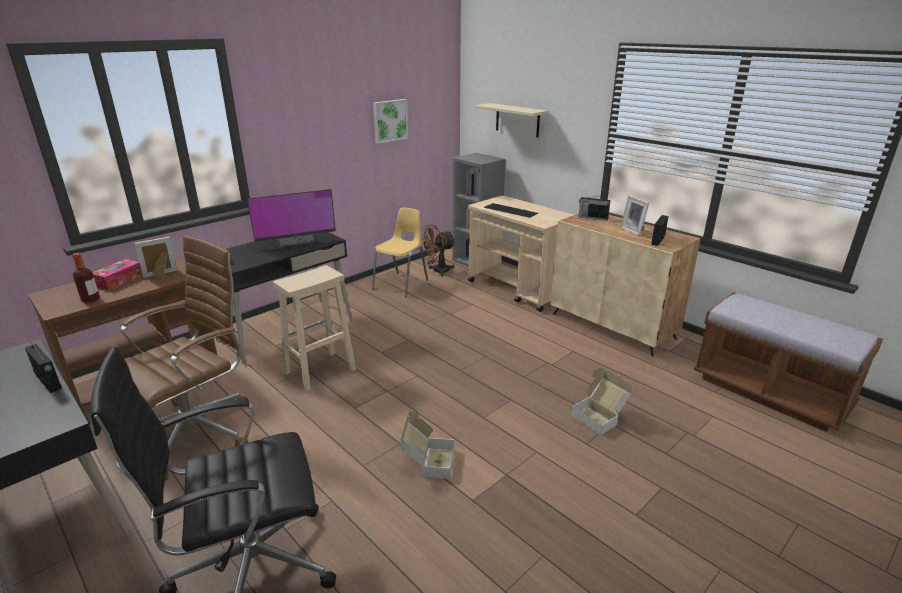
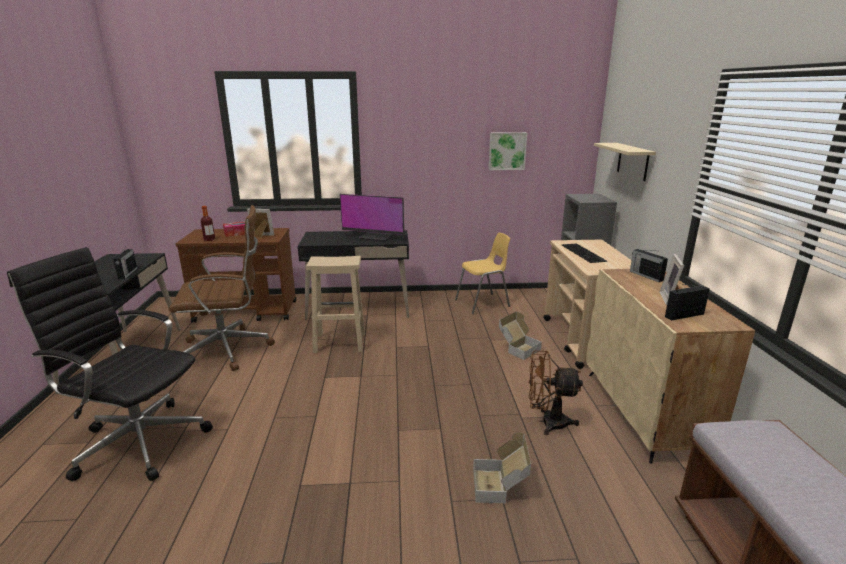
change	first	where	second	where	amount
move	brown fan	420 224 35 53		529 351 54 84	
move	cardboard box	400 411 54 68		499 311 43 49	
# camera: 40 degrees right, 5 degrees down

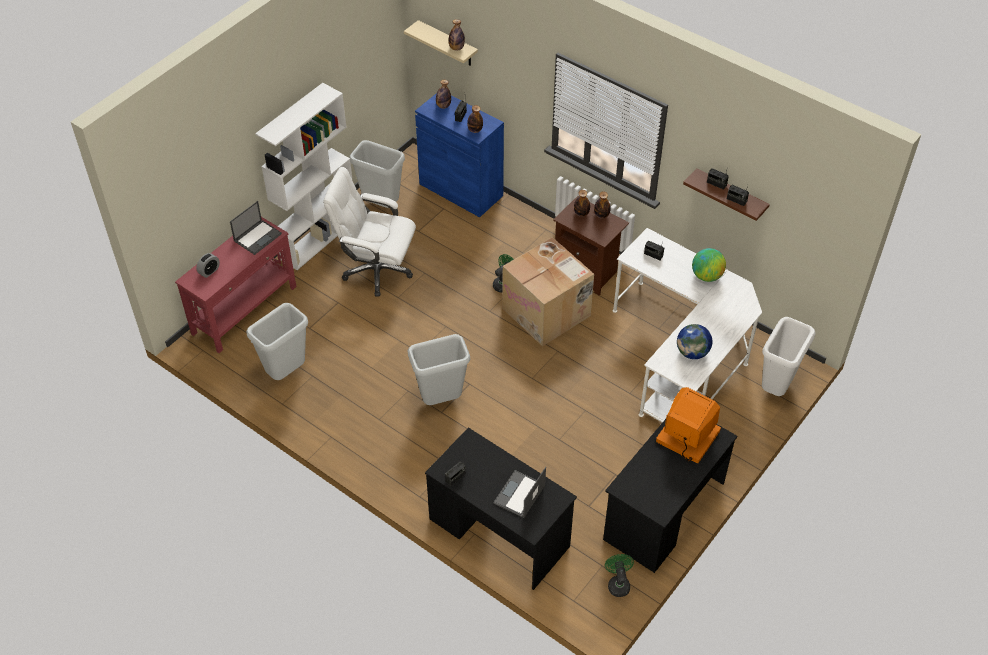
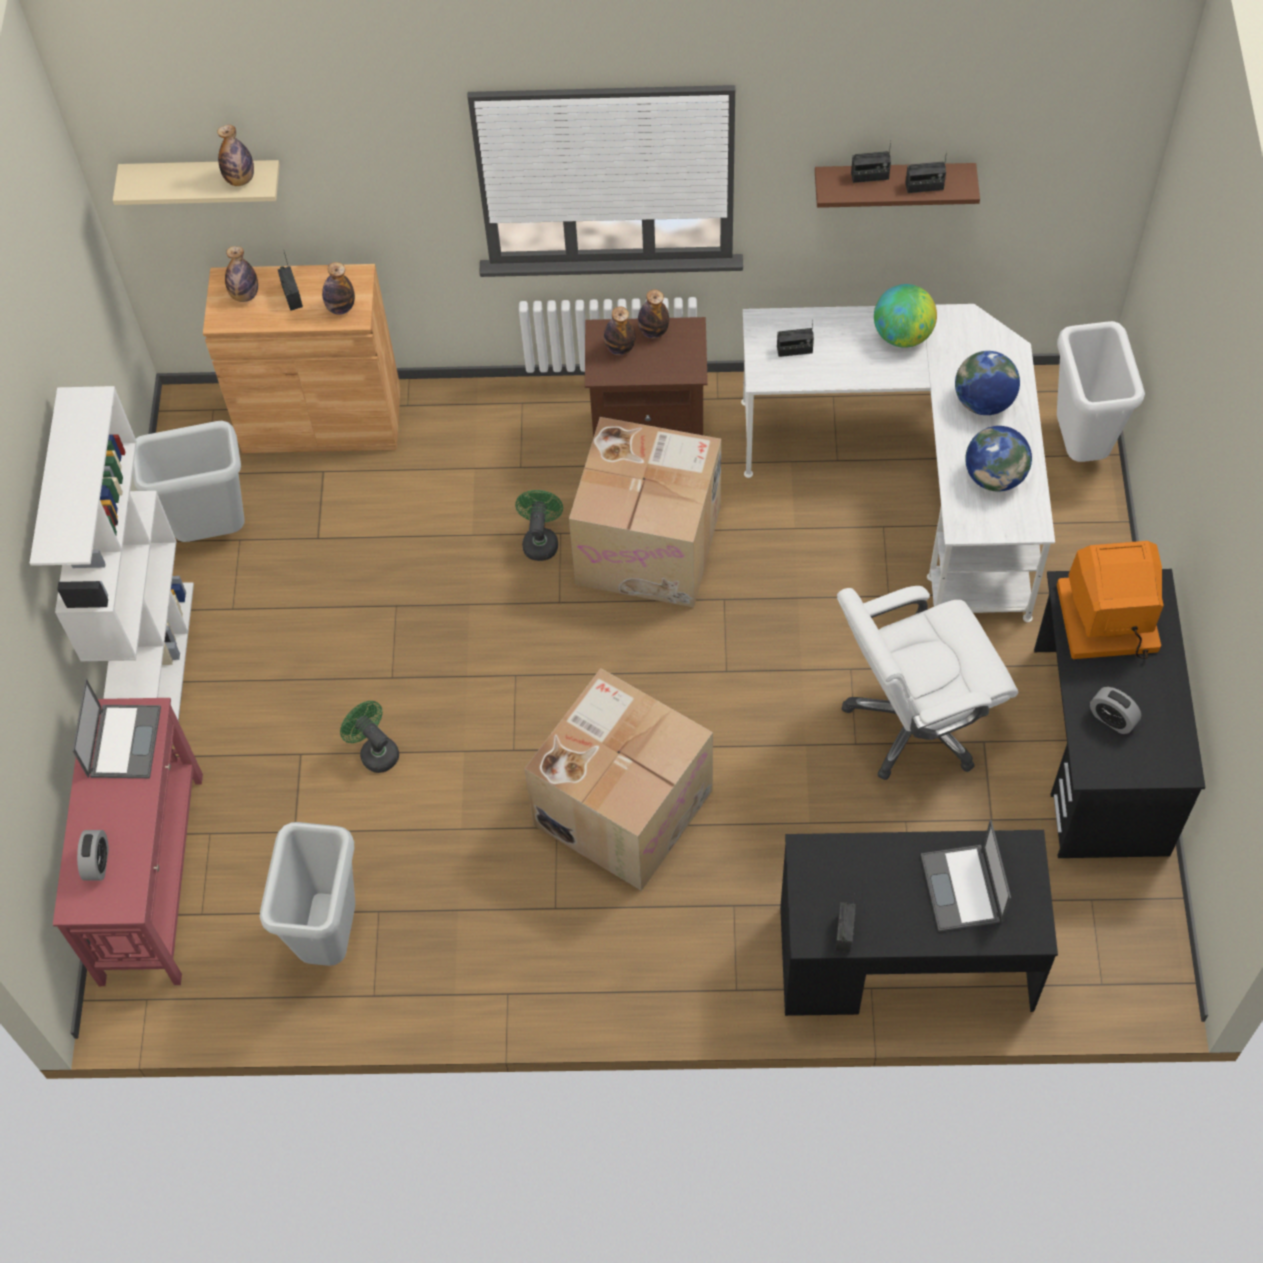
change	first	where	second	where	amount
recolor	blue cabinet	415 93 89 124	brown cabinet	203 264 197 189	
move	white office chair	323 167 93 130		837 586 181 194	
replace	grey trash can	408 334 62 71	cardboard box	524 668 189 223	
move	green fan	605 554 29 43		340 701 59 72	
insert			globe	955 351 65 64	
insert			alarm clock	1090 687 51 47	
# camera: 35 degrees left, 10 degrees up

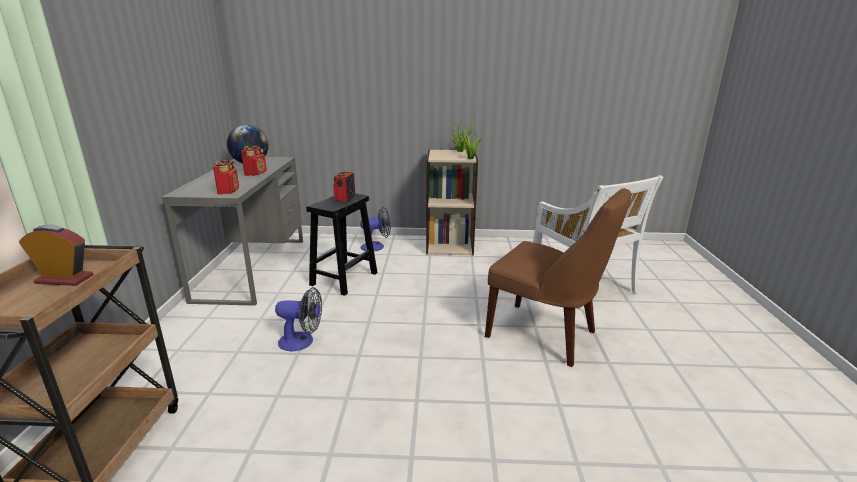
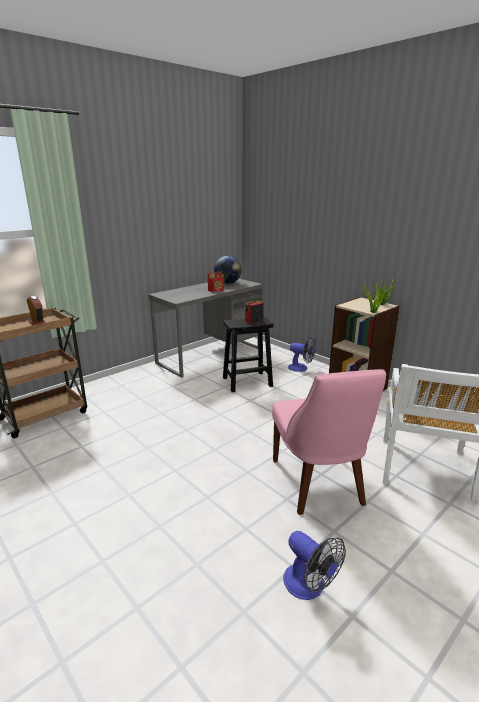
change	first	where	second	where	amount
delete	radio	213 159 26 36			
recolor	brown chair	485 188 146 179	pink chair	272 369 114 146	
move	fan	275 287 47 65		283 531 63 69	
# camera: 45 degrees right, 0 degrees up

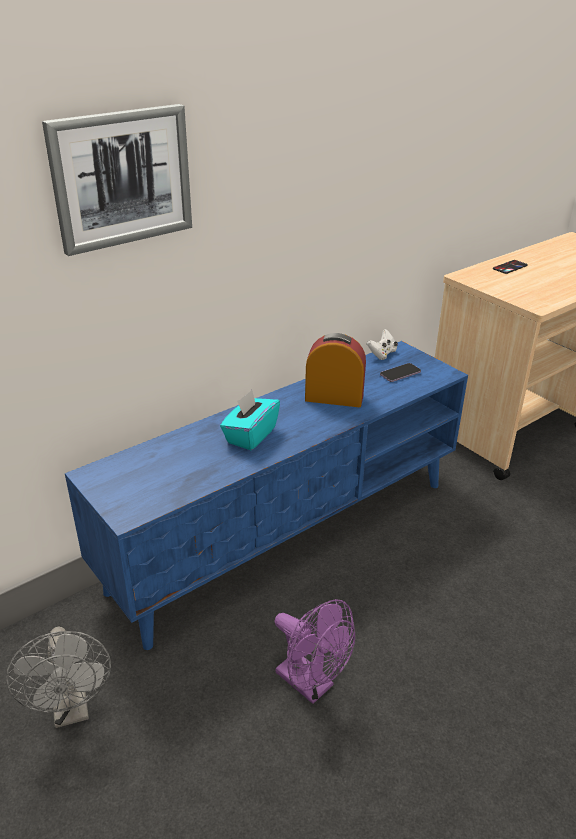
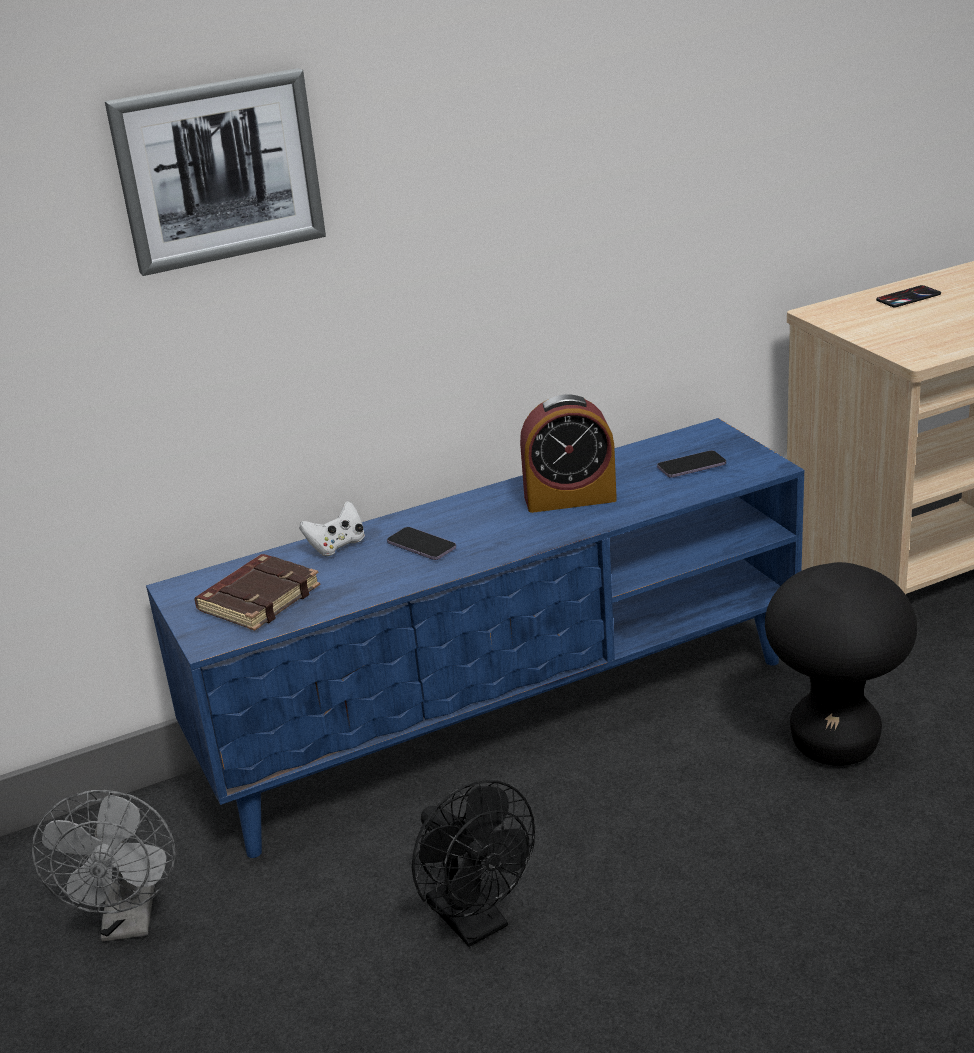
change	first	where	second	where	amount
move	white game controller	367 329 31 31		299 501 66 55	
rotate	alarm clock	305 333 61 74		520 394 97 119	150 degrees clockwise
replace	turquoise tissue box	220 390 60 60	phone	387 527 69 33	
recolor	purple fan	275 599 80 105	black fan	412 780 123 167	
insert			brown book	194 554 126 77	
insert			black stool	765 562 152 204	
# camera: 15 degrees right, 5 degrees down

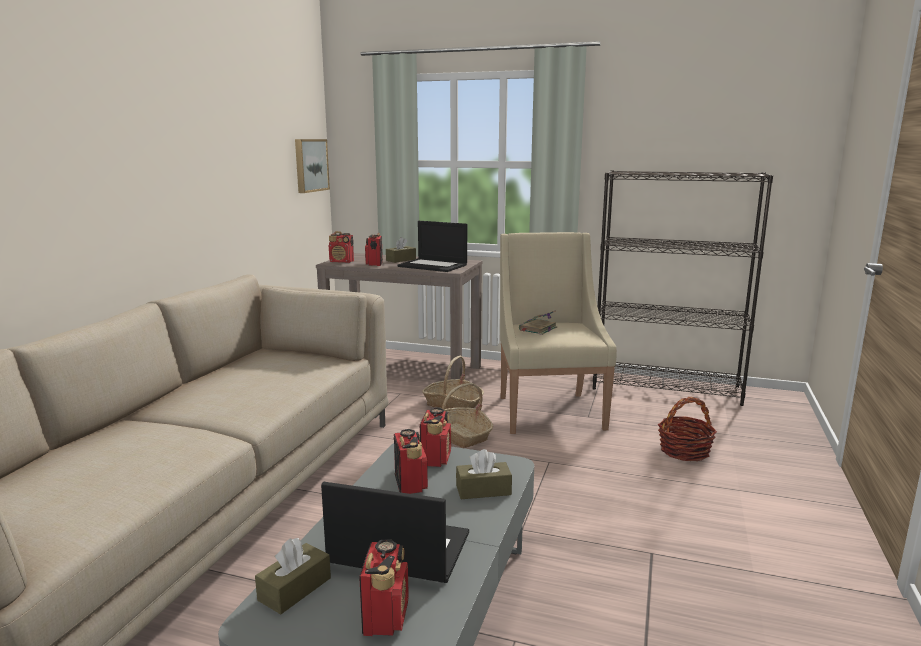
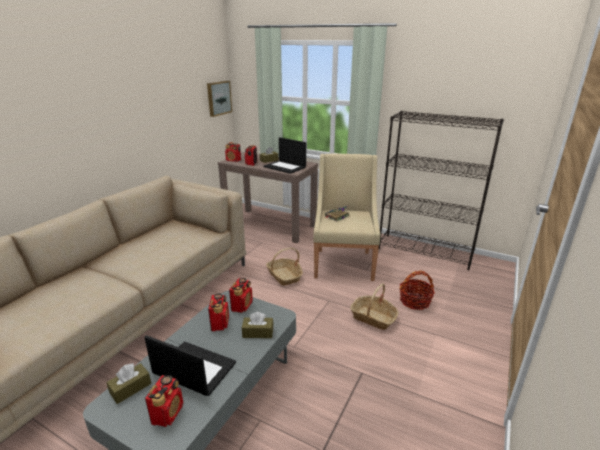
change	first	where	second	where	amount
move	basket	422 356 62 53		350 283 49 47	
# camera: 10 degrees right, 10 degrees up

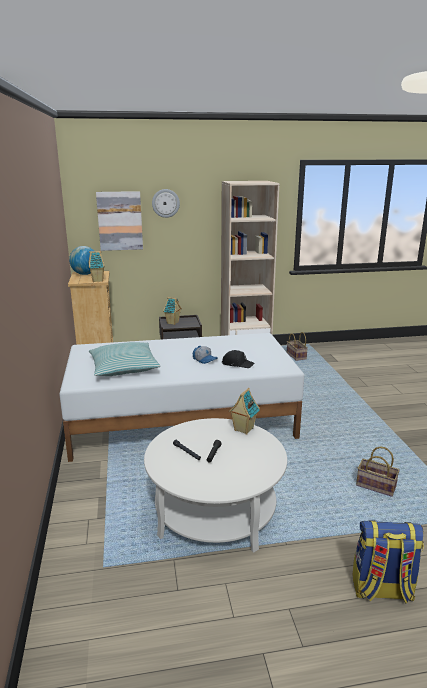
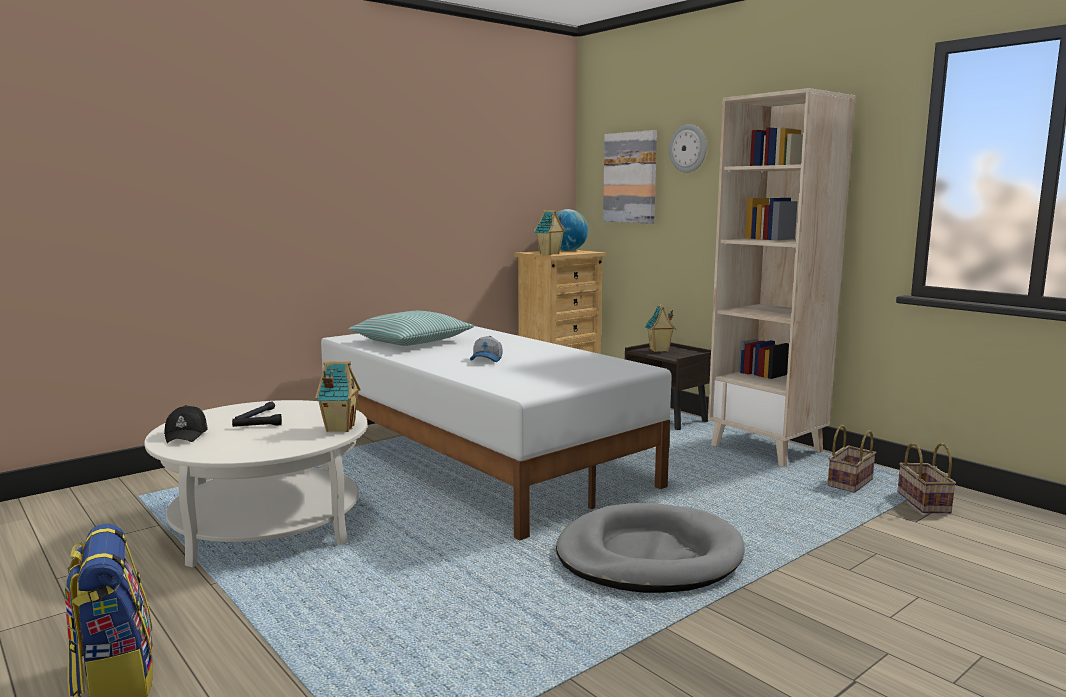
change	first	where	second	where	amount
move	black cap	222 350 32 18		164 405 44 38	
move	basket	356 446 44 51		897 443 59 70	
insert			grey dog bed	556 503 189 90	
# camera: 60 degrees right, 10 degrees down

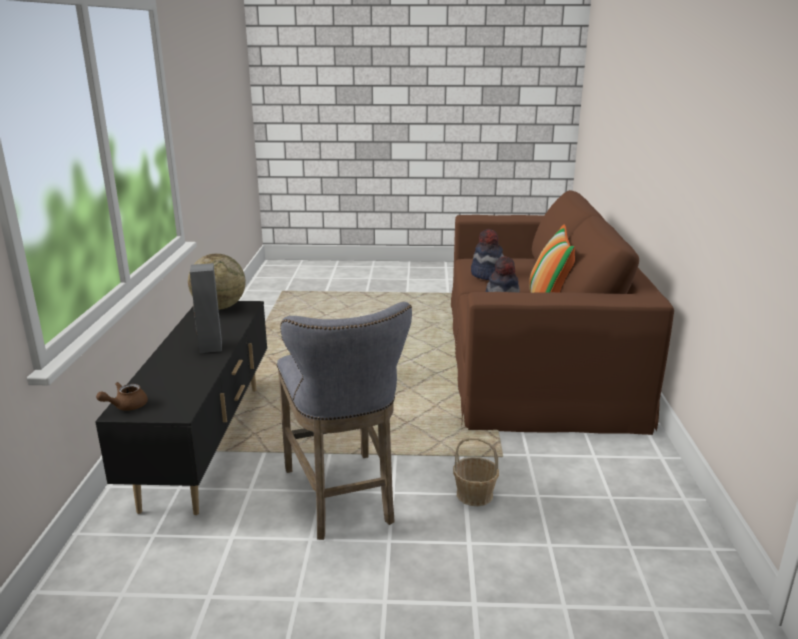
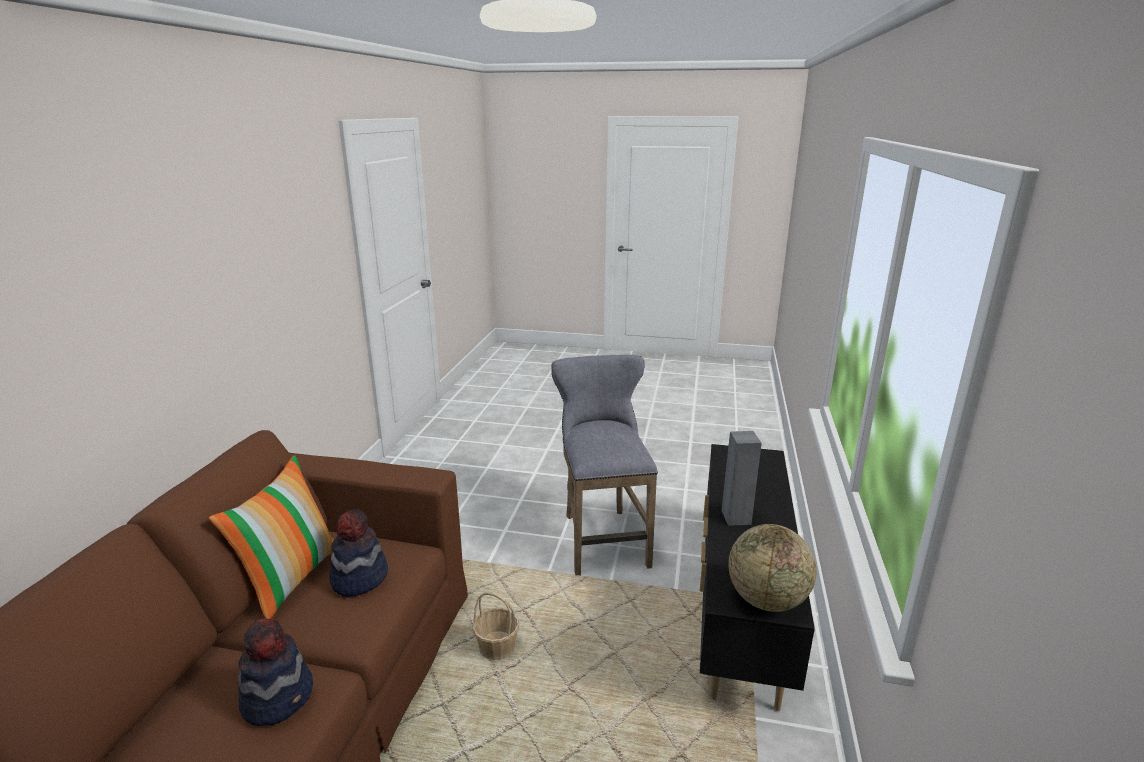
change	first	where	second	where	amount
delete	brown teapot	96 382 52 29			
move	basket	453 437 46 69		472 592 47 68	
# camera: 170 degrees left, 0 degrees up

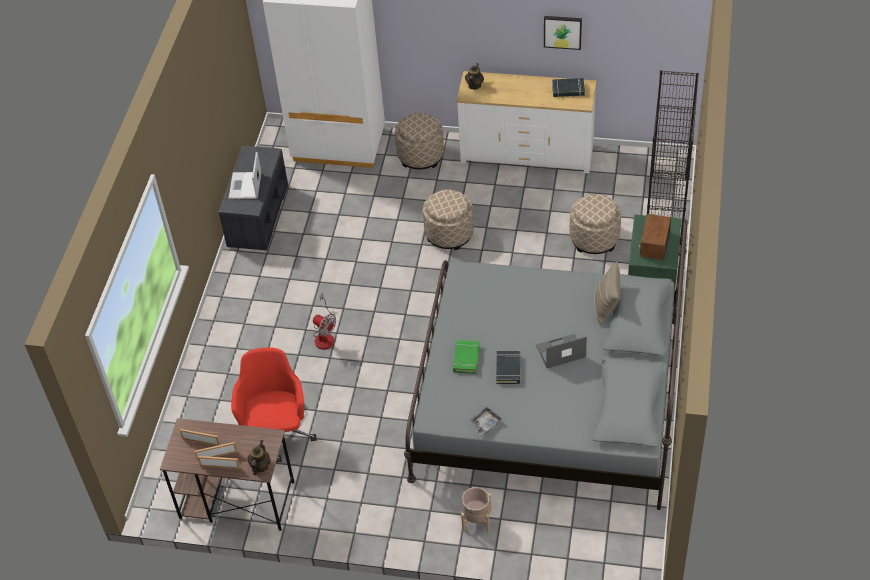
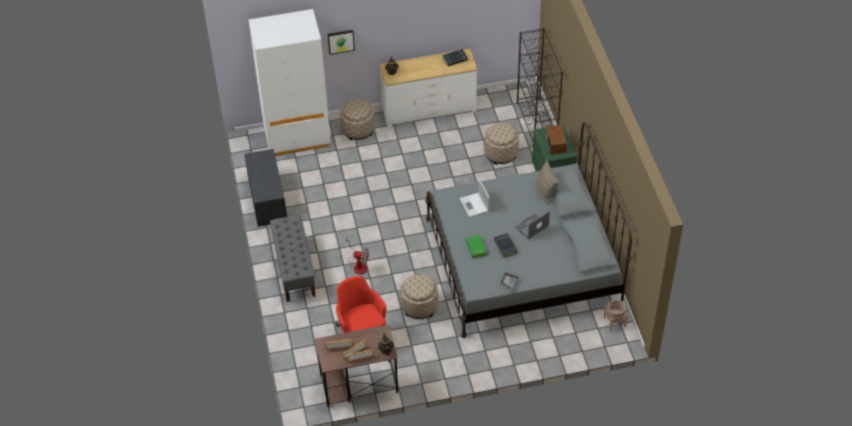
change	first	where	second	where	amount
move	picture	544 16 38 34		328 30 27 25	
move	laptop	229 152 32 47		459 179 31 38	
move	beige ottoman	423 189 51 61		400 274 38 45	
move	beige planter	461 487 31 45		604 300 24 31	
insert			grey bench	270 215 46 87	
# camera: 25 degrees left, 0 degrees up

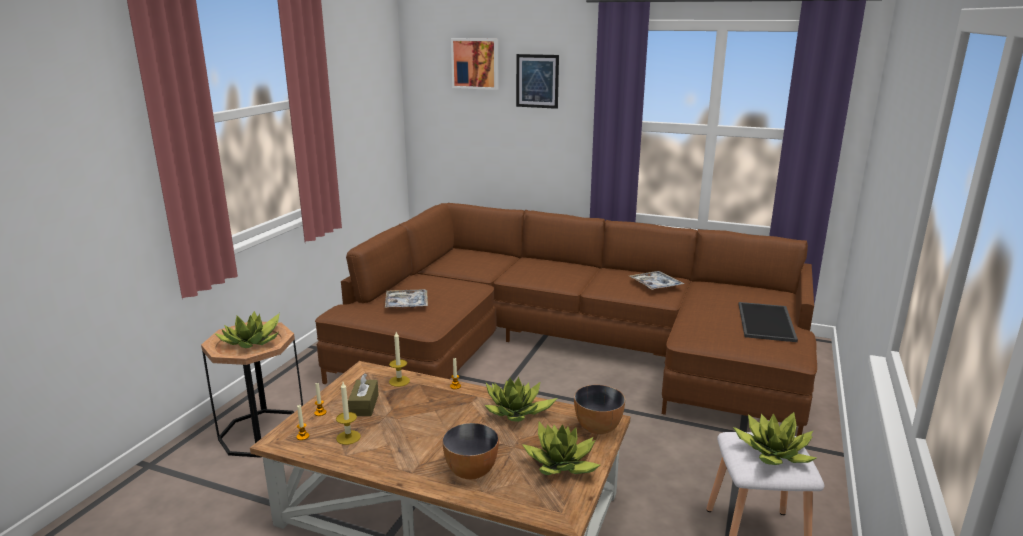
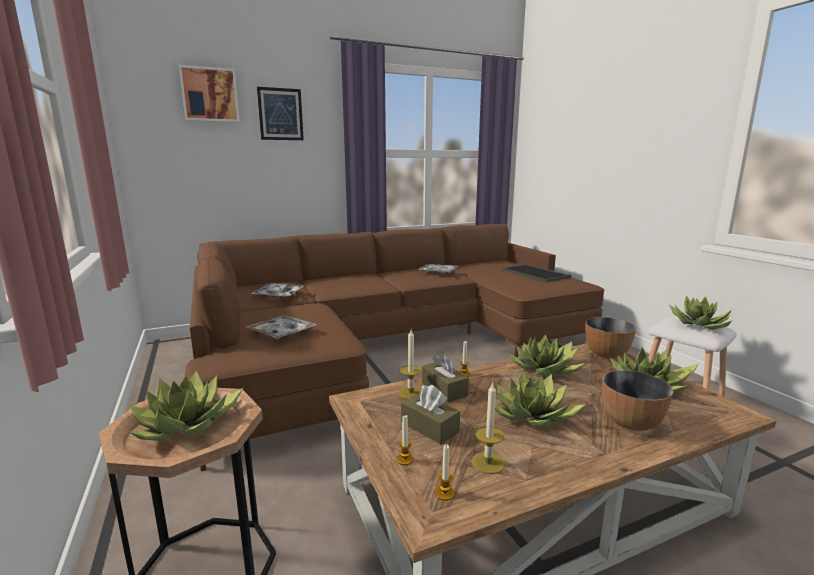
change	first	where	second	where	amount
insert			tray	251 283 54 15	
insert			brown tissue box	422 353 47 50	
insert			potted plant	495 371 91 56	
# camera: 45 degrees left, 5 degrees down

